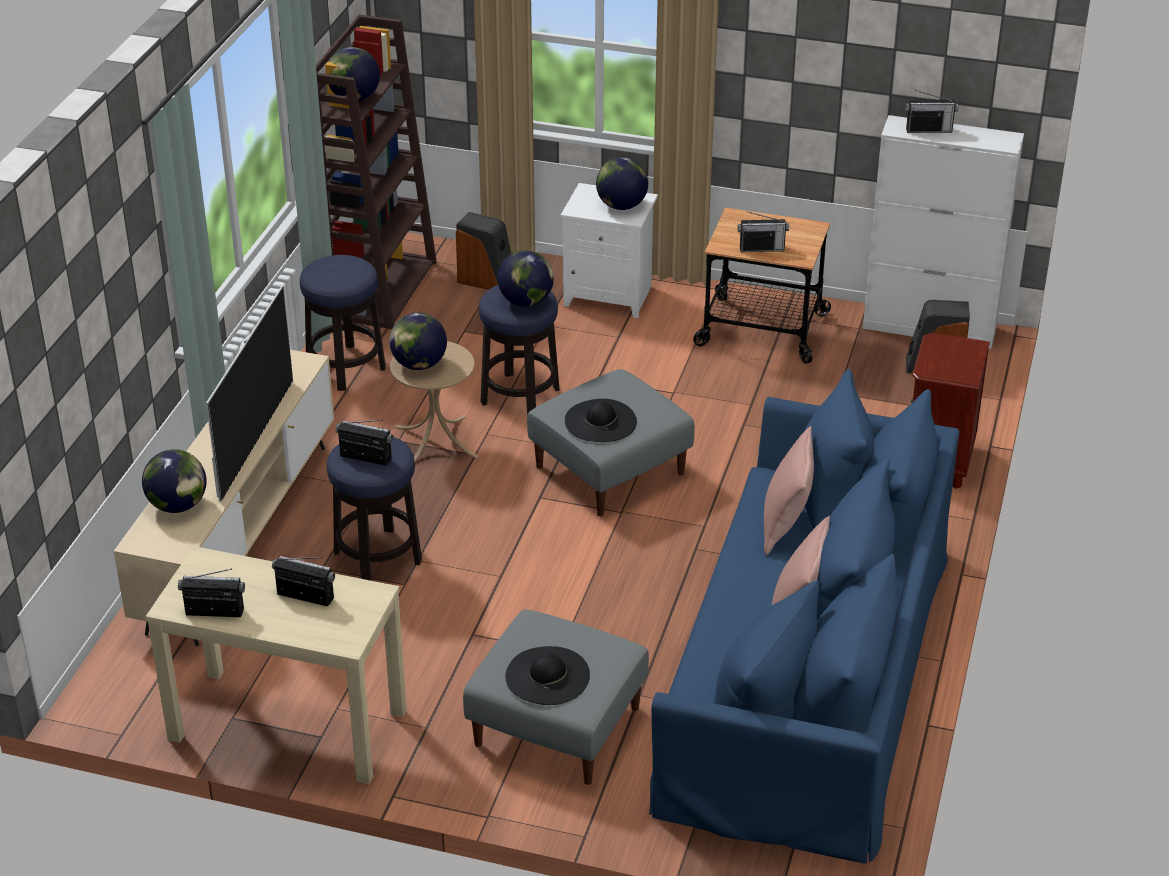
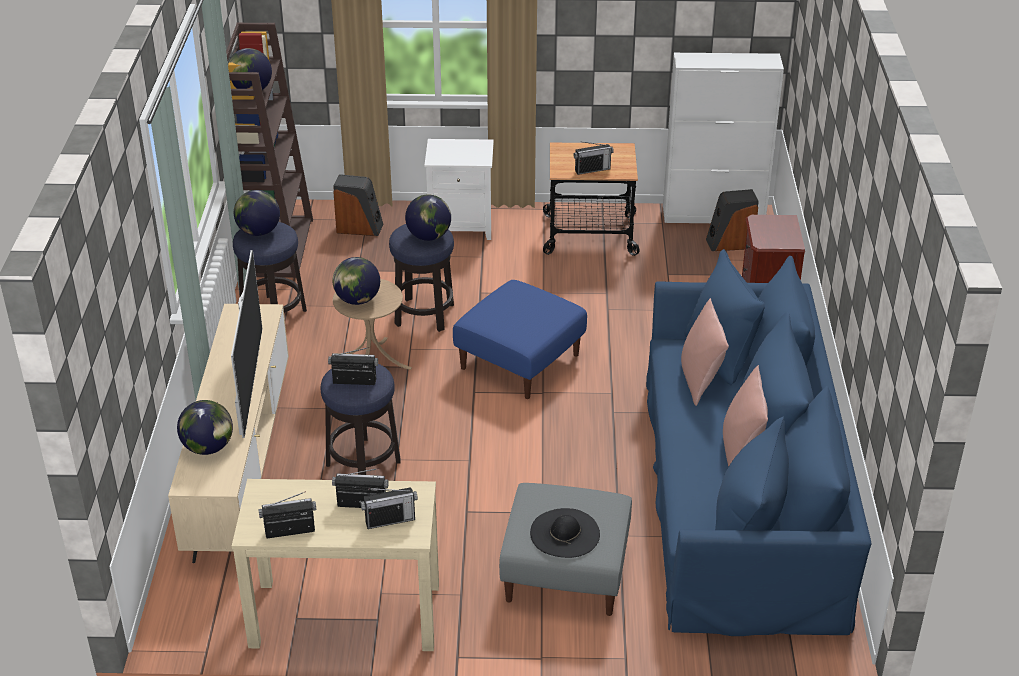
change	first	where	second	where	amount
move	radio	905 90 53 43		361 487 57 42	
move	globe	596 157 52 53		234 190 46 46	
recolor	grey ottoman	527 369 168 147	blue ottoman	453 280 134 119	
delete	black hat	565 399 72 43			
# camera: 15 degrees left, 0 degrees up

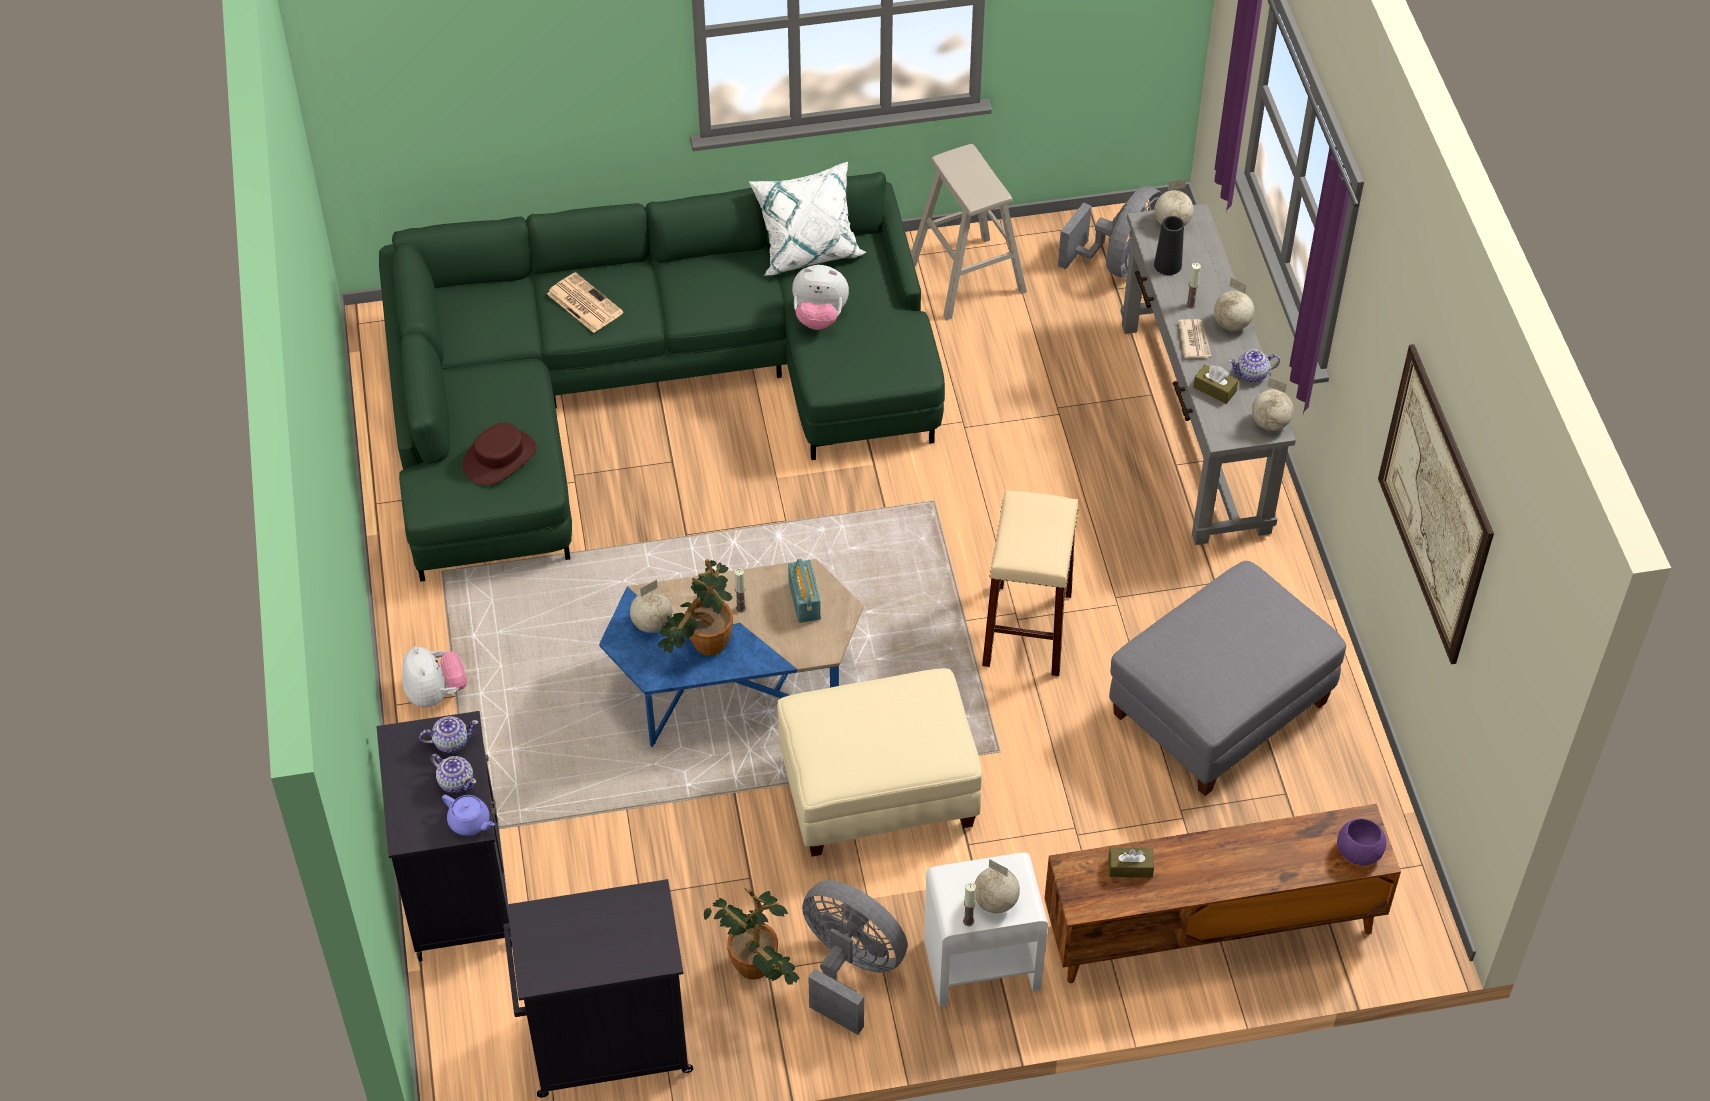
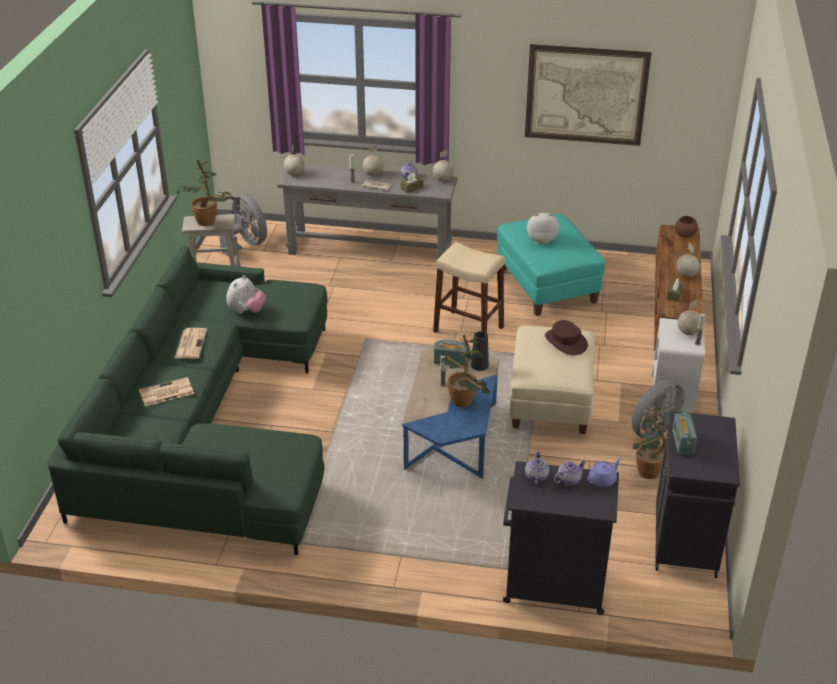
change	first	where	second	where	amount
delete	white pillow	749 162 117 114			
move	black vase	1154 216 30 59		471 331 18 40	
move	brown hat	463 423 74 63		545 320 43 35	
recolor	grey ottoman	1109 561 237 235	turquoise ottoman	497 214 108 102	
move	globe	630 580 42 53		676 243 24 34	
move	plush toy	402 646 65 61		527 213 32 31	
recolor	purple bowl	1337 819 49 46	brown bowl	675 216 23 22	
insert			potted plant	176 159 60 67	
insert			newspaper	175 328 32 31	
insert			radio	672 411 25 44	
# camera: 70 degrees left, 15 degrees down

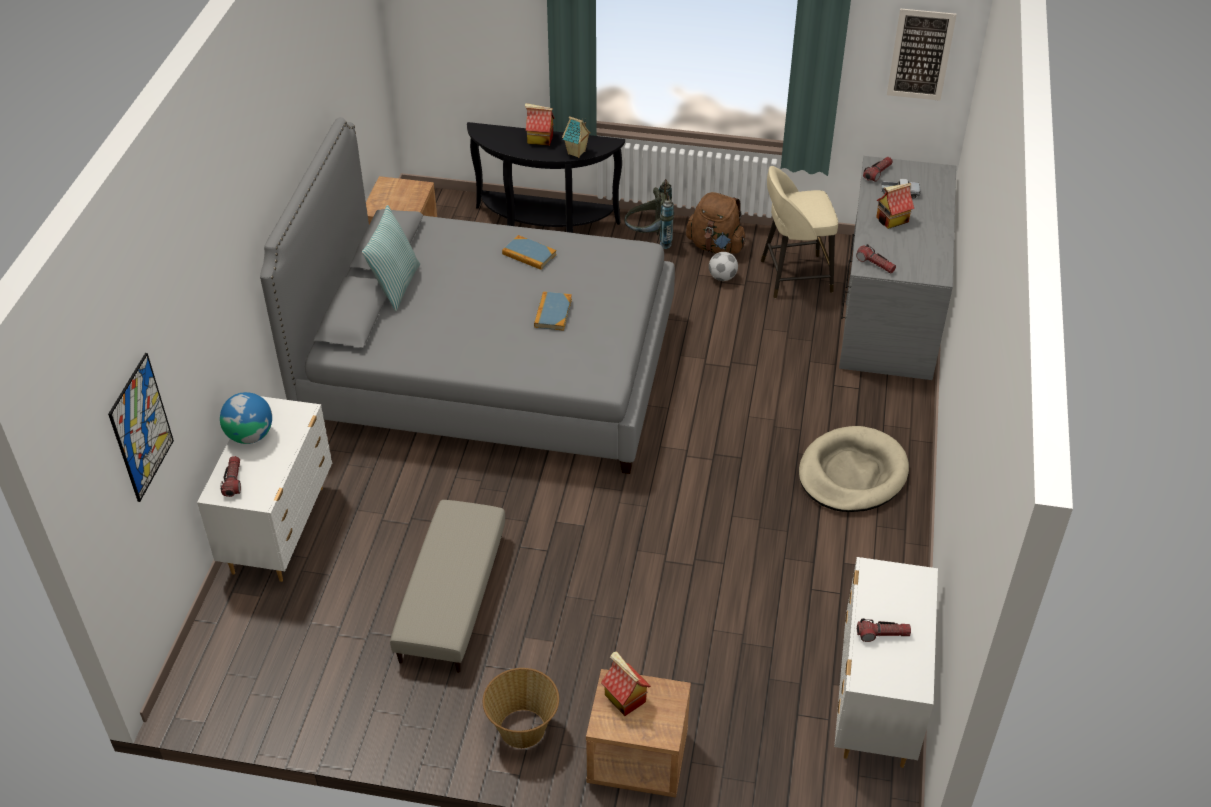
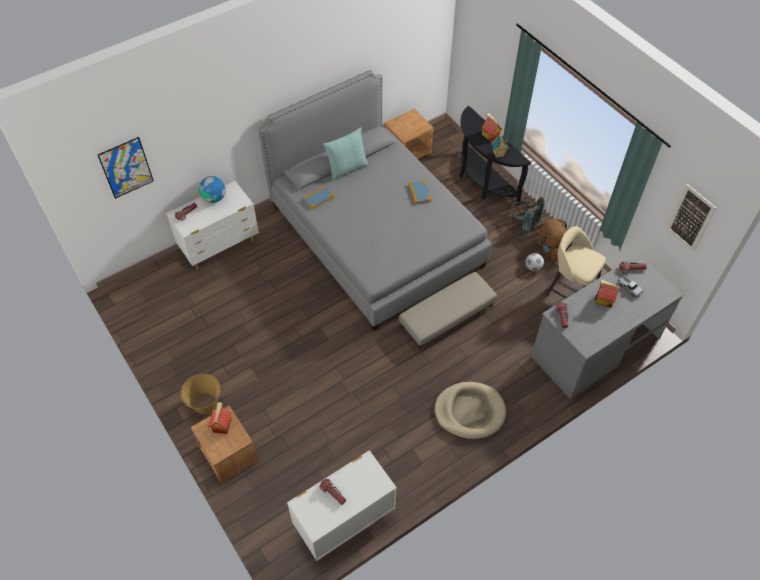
change	first	where	second	where	amount
move	book	534 291 38 40		303 186 32 24	
move	beige ottoman	390 500 115 173		399 272 98 78	
# camera: 45 degrees right, 10 degrees up

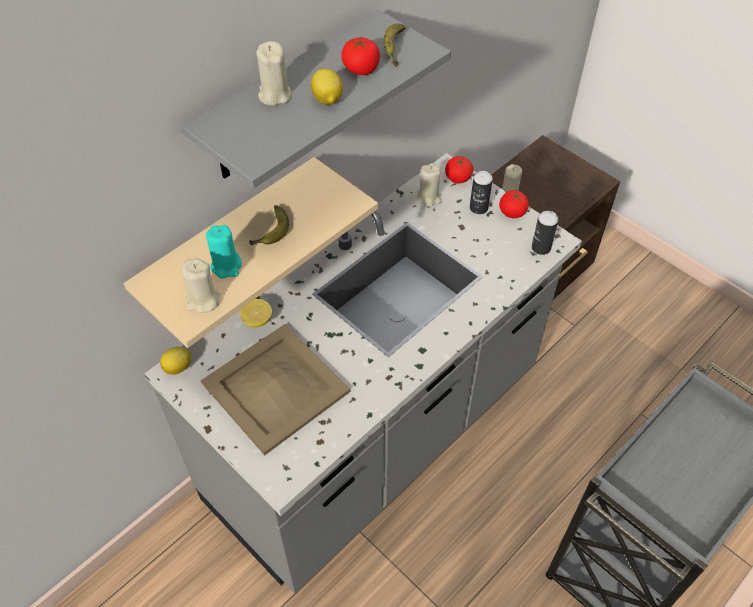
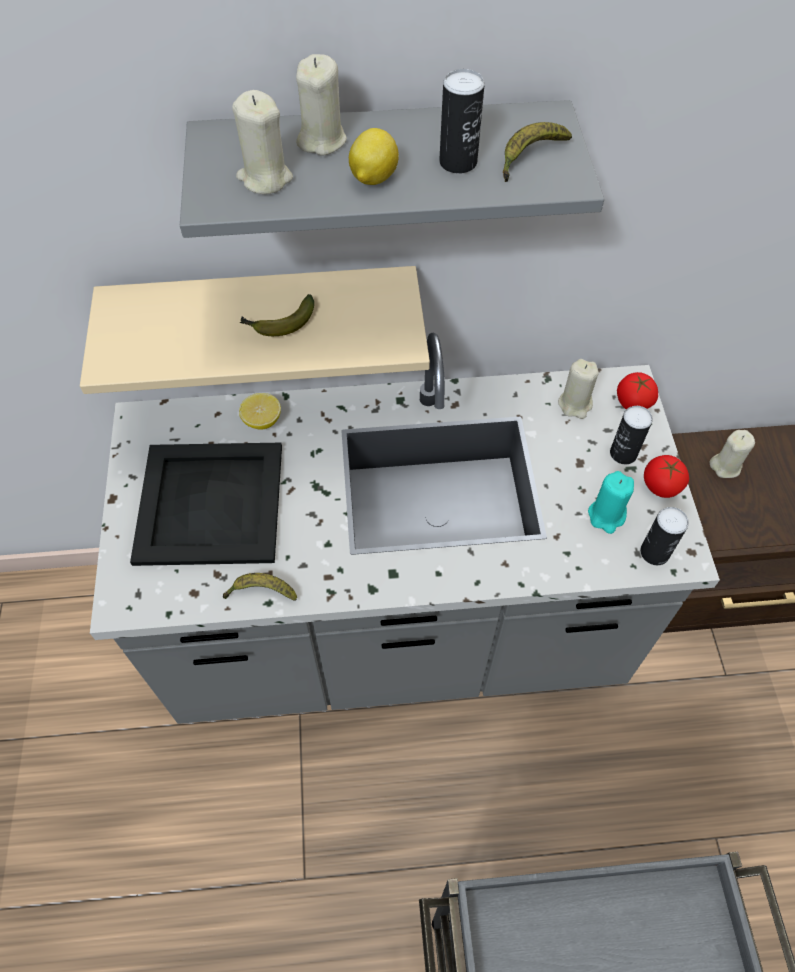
change	first	where	second	where	amount
replace	tomato	341 37 39 38	can	439 69 46 105	
move	turquoise candle	206 225 36 54		588 471 46 63	
move	beige candle	182 258 38 55		232 90 61 104	
recolor	beige tray	201 324 149 131	black tray	130 443 152 123	
delete	lemon	160 347 32 28			
insert			banana	223 573 74 28	
# camera: 40 degrees right, 5 degrees up

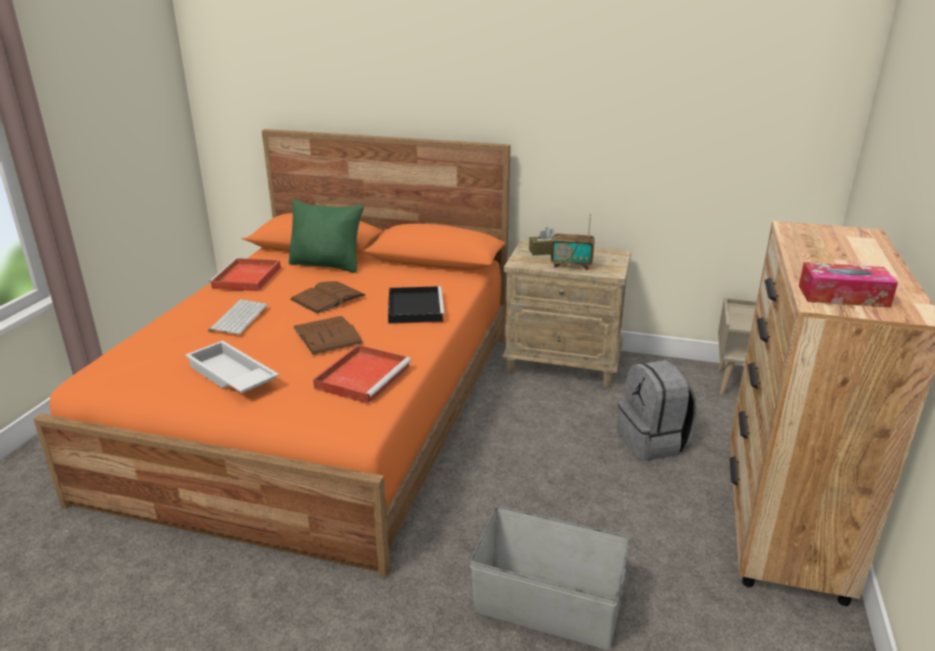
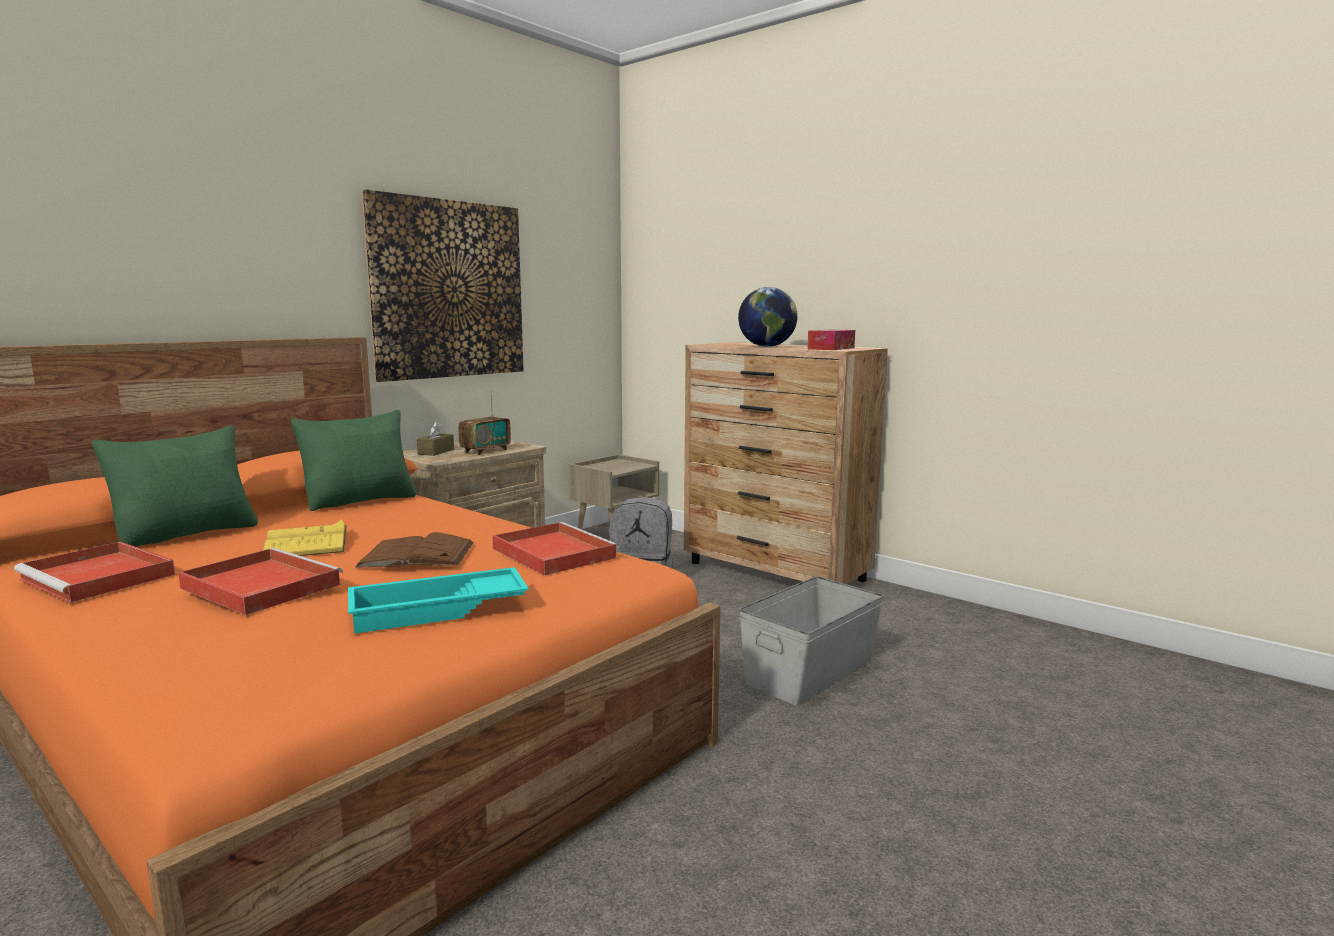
change	first	where	second	where	amount
recolor	brown book	290 281 76 33	yellow book	263 520 84 36	
delete	black tray	388 286 57 38			
replace	keyboard	208 299 60 36	red tray	178 548 165 67	
recolor	white tray	185 340 94 53	turquoise tray	348 567 181 67	
insert			picture	362 189 162 193	
insert			globe	738 287 60 60	
insert			green pillow	290 410 127 101	
# camera: 65 degrees left, 15 degrees down

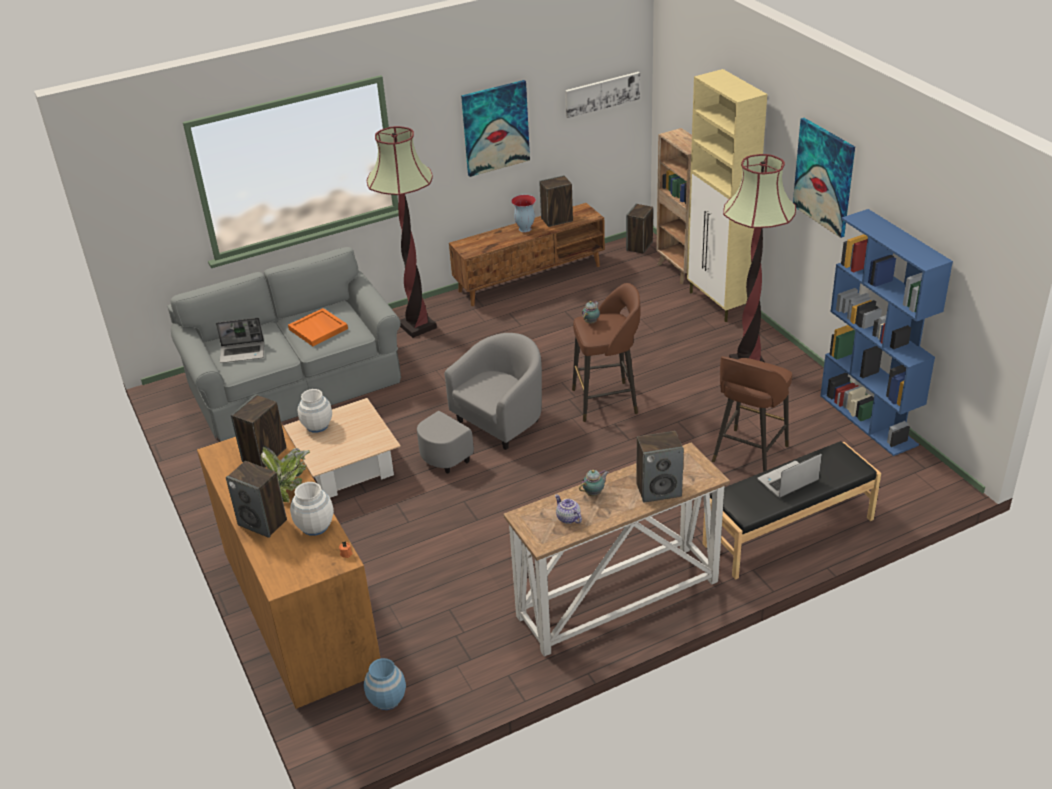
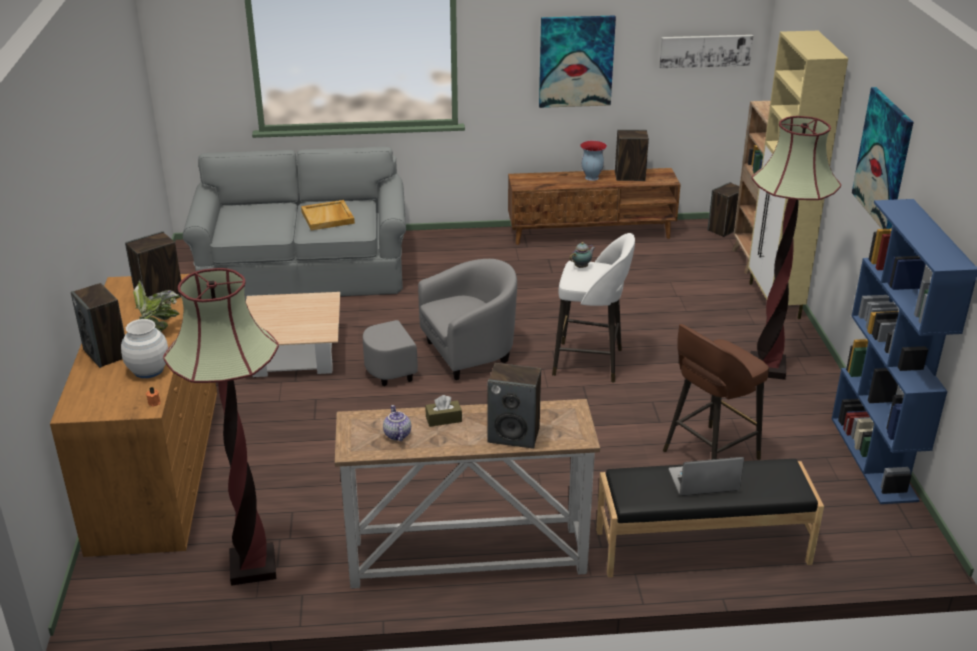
change	first	where	second	where	amount
move	floor lamp	366 126 71 212		163 268 116 318	
recolor	brown stool	572 283 69 139	white stool	552 233 83 150	
recolor	orange tray	288 308 60 38	beige tray	301 200 54 30	
delete	laptop	216 318 48 45			
delete	white vase	298 389 34 44			
replace	teapot	579 470 30 26	brown tissue box	425 395 37 32	
delete	blue vase	364 658 42 52			
# camera: 20 degrees right, 5 degrees down

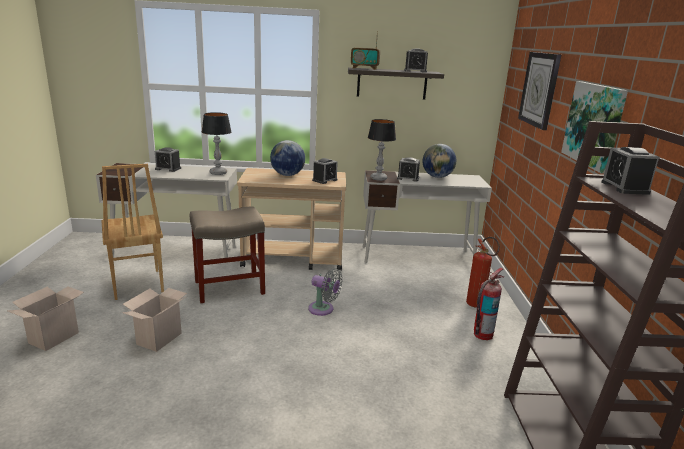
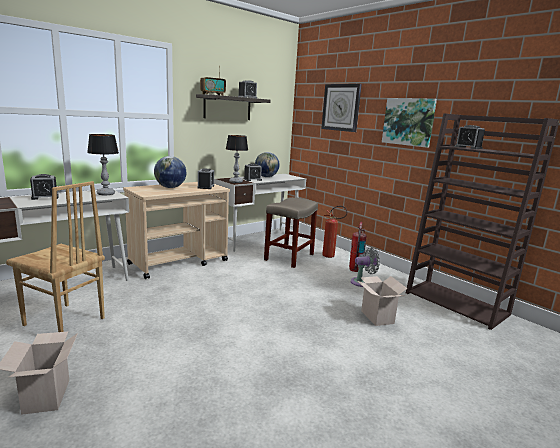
change	first	where	second	where	amount
move	beige stool	190 206 75 97		264 197 54 71	
move	grey fan	308 268 35 48		351 248 29 39	
move	cardboard box	122 288 65 64		357 276 51 50	
# camera: 40 degrees left, 5 degrees down

